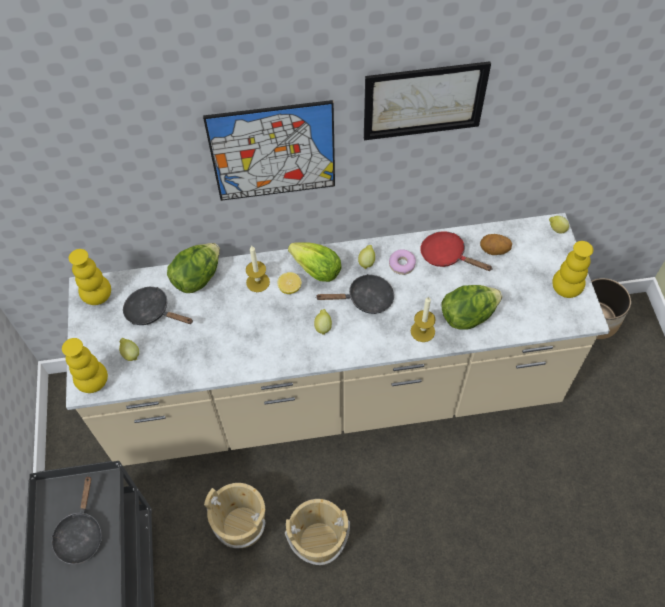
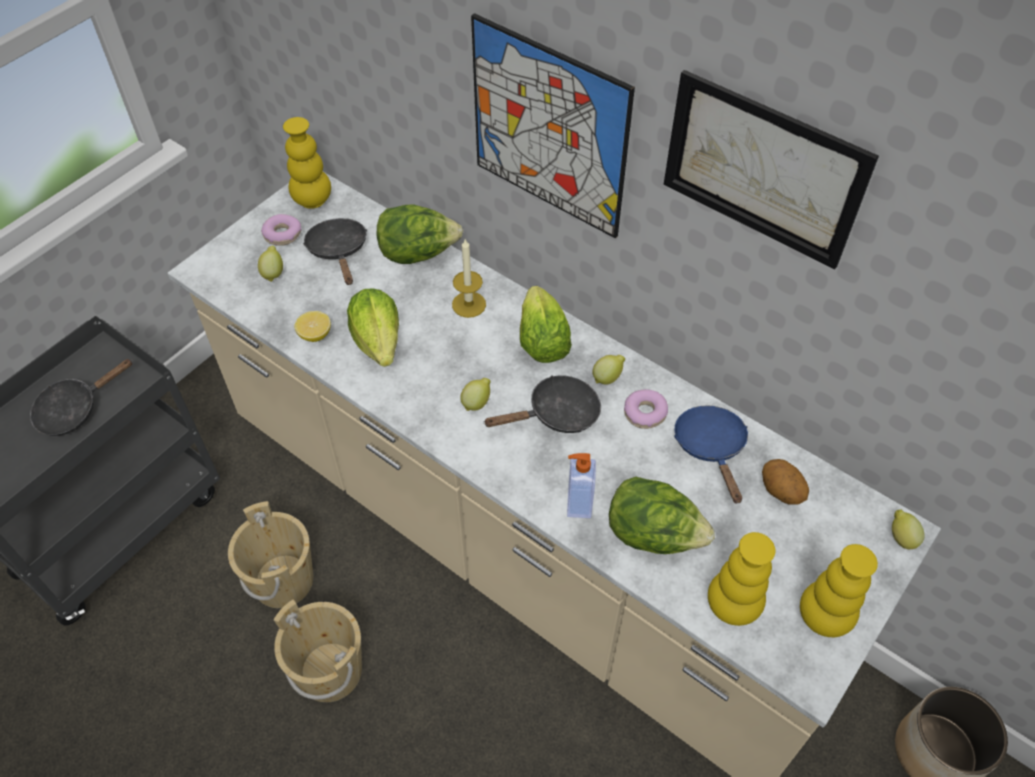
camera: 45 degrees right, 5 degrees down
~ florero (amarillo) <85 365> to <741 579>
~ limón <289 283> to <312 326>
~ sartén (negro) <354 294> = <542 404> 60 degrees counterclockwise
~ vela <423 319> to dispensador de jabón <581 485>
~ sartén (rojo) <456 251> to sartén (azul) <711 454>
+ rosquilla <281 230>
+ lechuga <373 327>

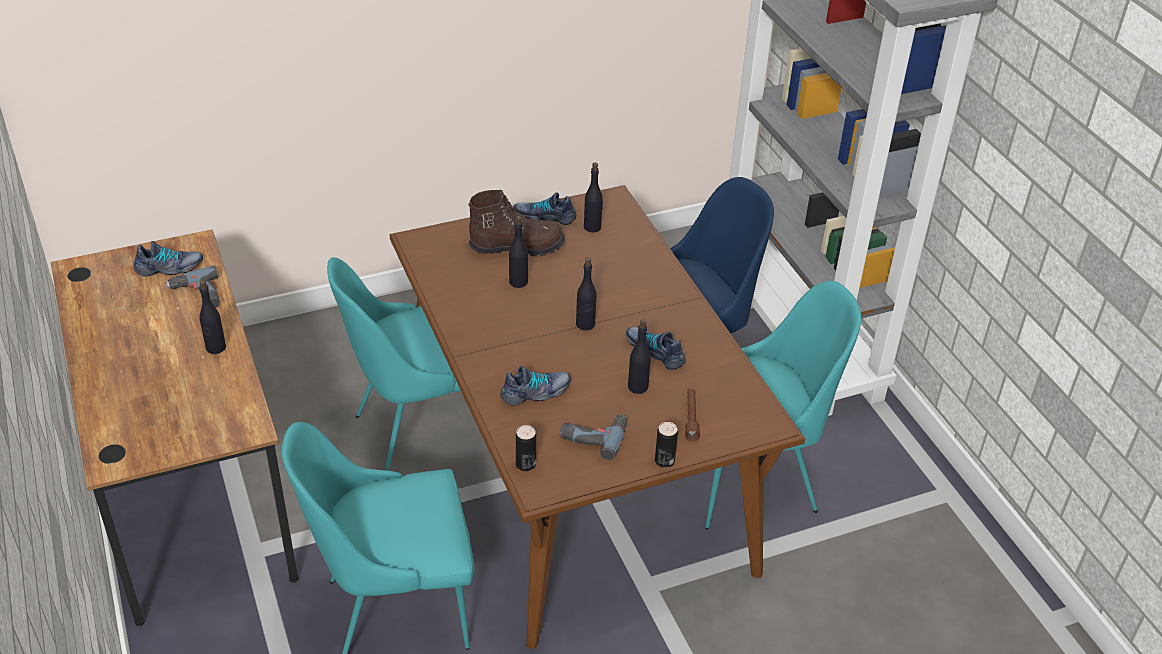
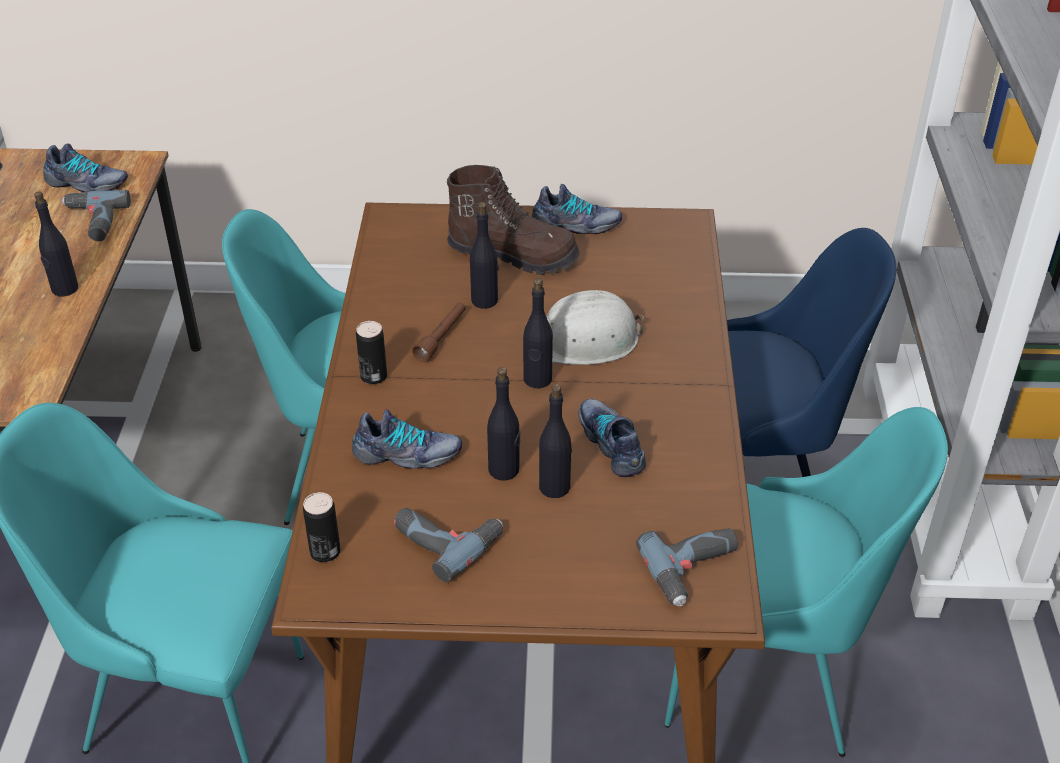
camera: 25 degrees right, 0 degrees up
~ zapato <544 209> = <577 209> 150 degrees clockwise
~ botella (negro) <593 197> to <503 424>
~ lata <666 445> to <371 352>
~ linterna (marrón) <692 415> to <439 332>
+ casco (blanco) <595 327>
+ taladro <687 567>

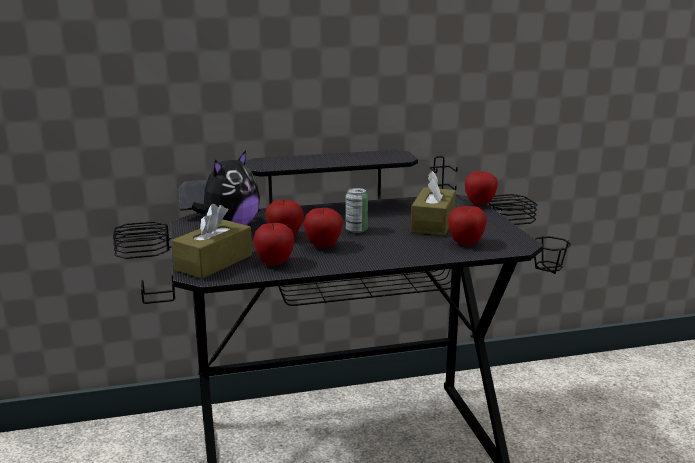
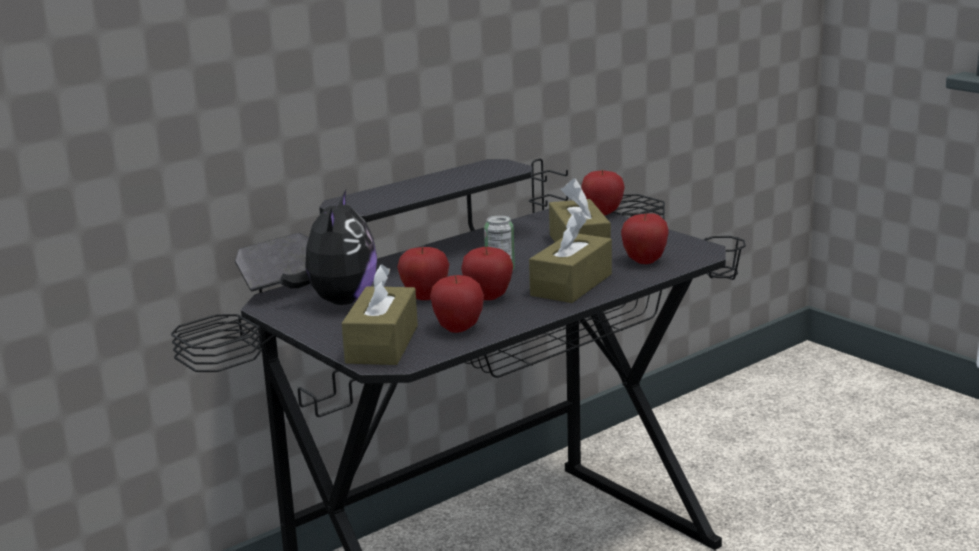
camera: 25 degrees left, 0 degrees up
+ caja de pañuelos (marrón) <570 257>

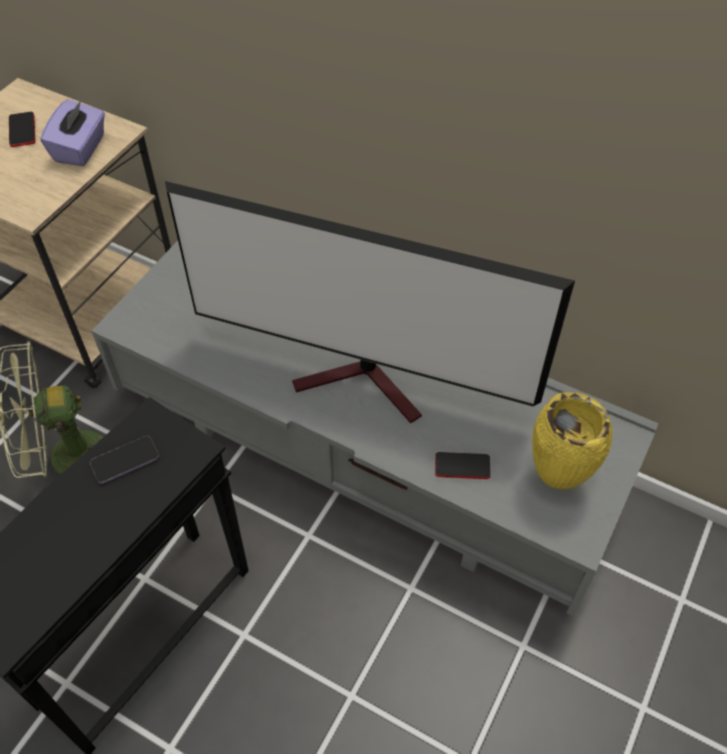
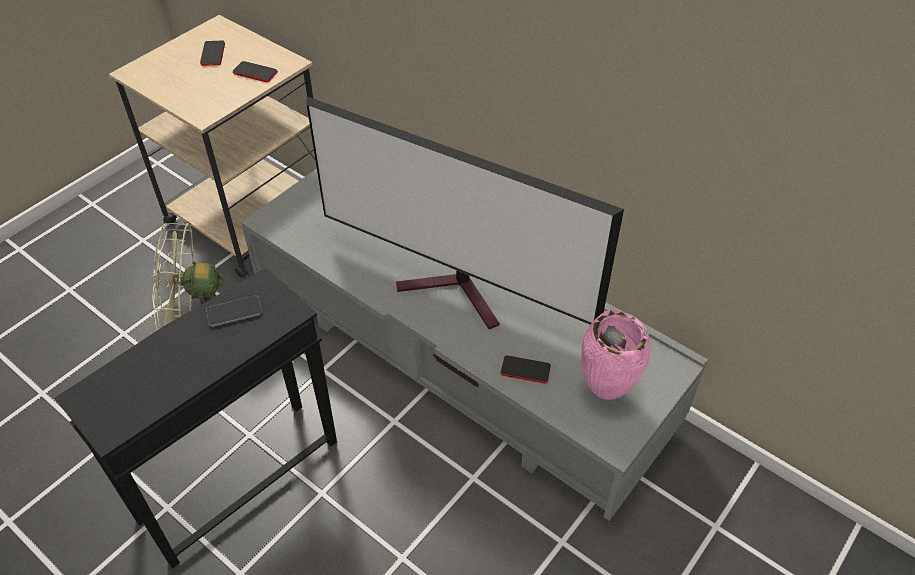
camera: 10 degrees right, 5 degrees down
~ caja de pañuelos (morado) <73 132> to móvil <255 71>
~ florero (amarillo) <572 440> to florero (rosa) <616 355>

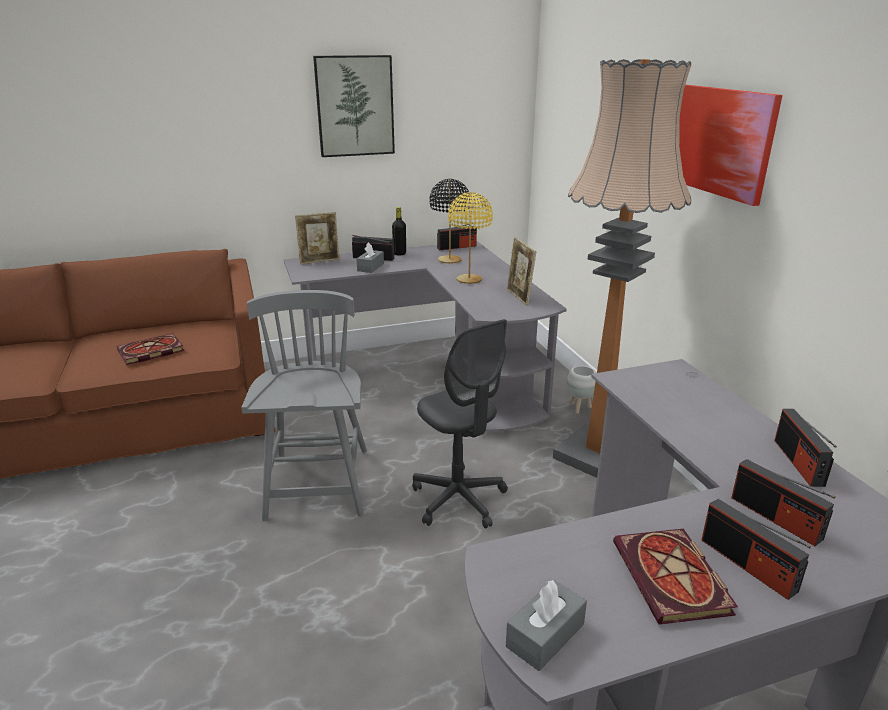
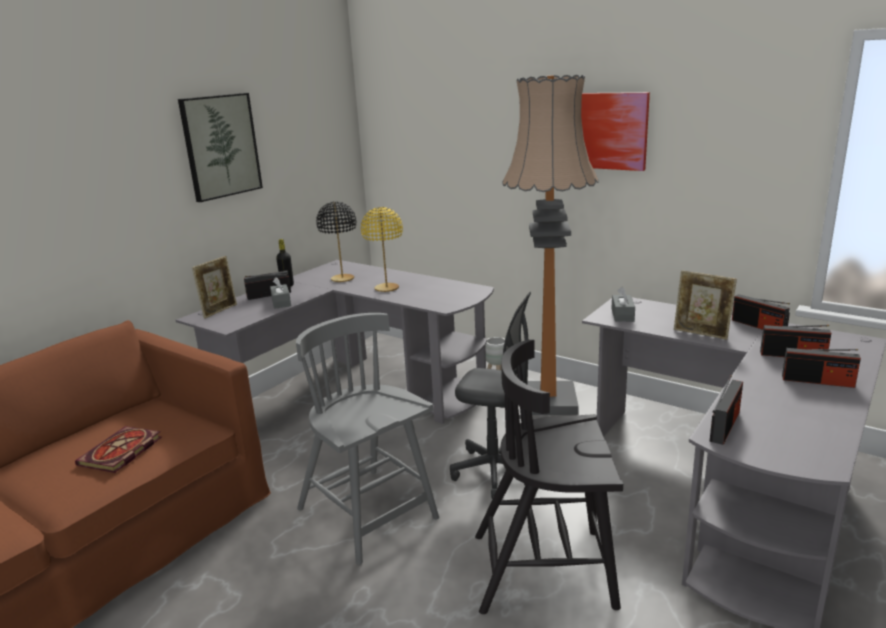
camera: 35 degrees left, 5 degrees down
~ radio <457 237> to <726 410>
~ caja de pañuelos (gris) <546 625> to <623 304>
~ portarretratos <521 271> to <705 305>
- libro <675 577>
+ silla (negro) <549 477>

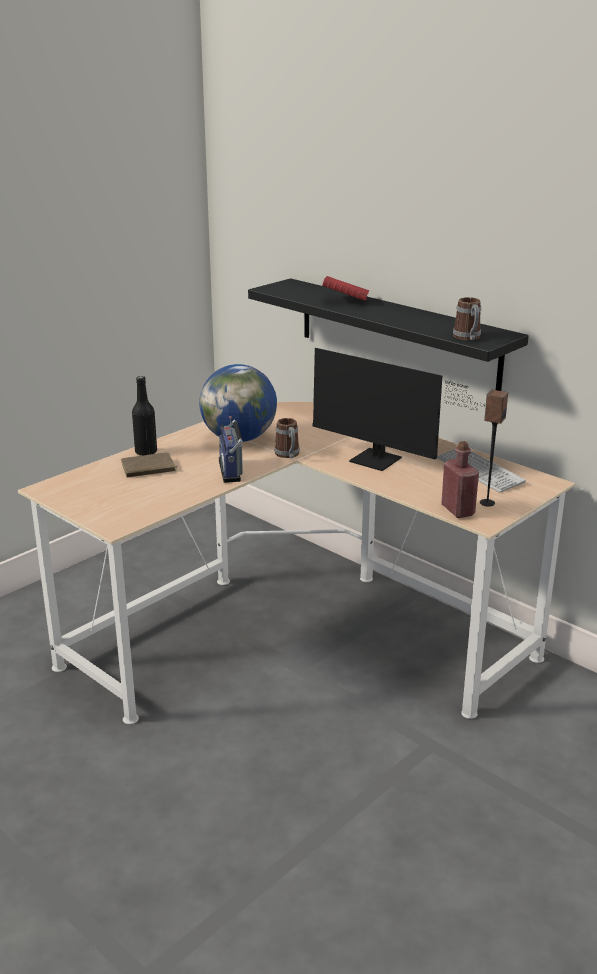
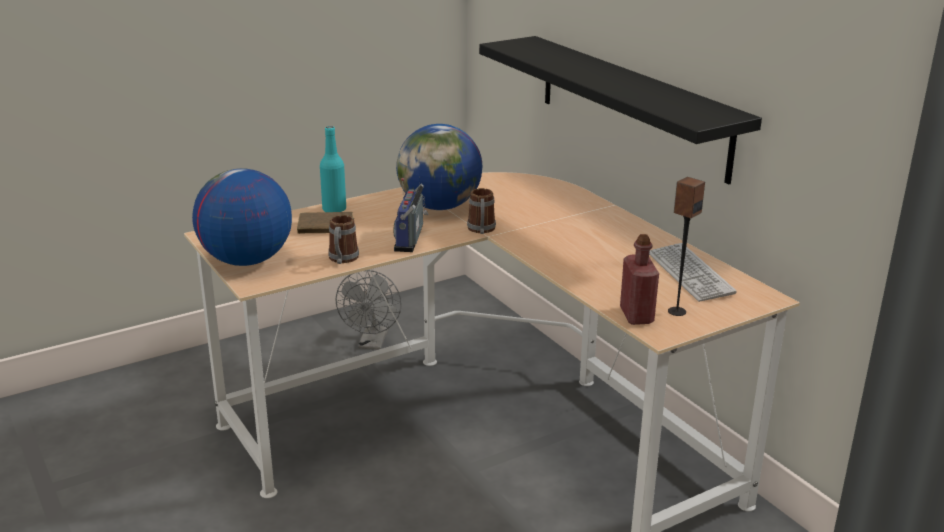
camera: 15 degrees right, 0 degrees up
~ botella (negro) <144 416> to botella (turquesa) <333 169>
- monitor <398 409>
- libro (rojo) <345 288>
~ taza grande <467 318> to <343 239>
+ globo terráqueo <242 217>
+ ventilador (gris) <368 310>

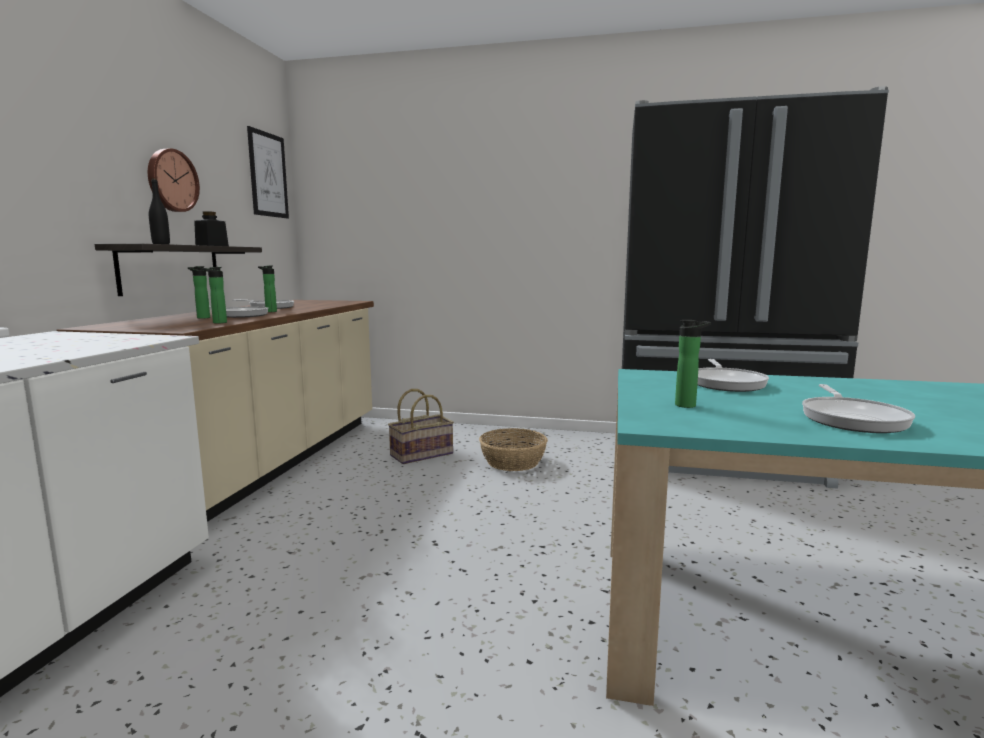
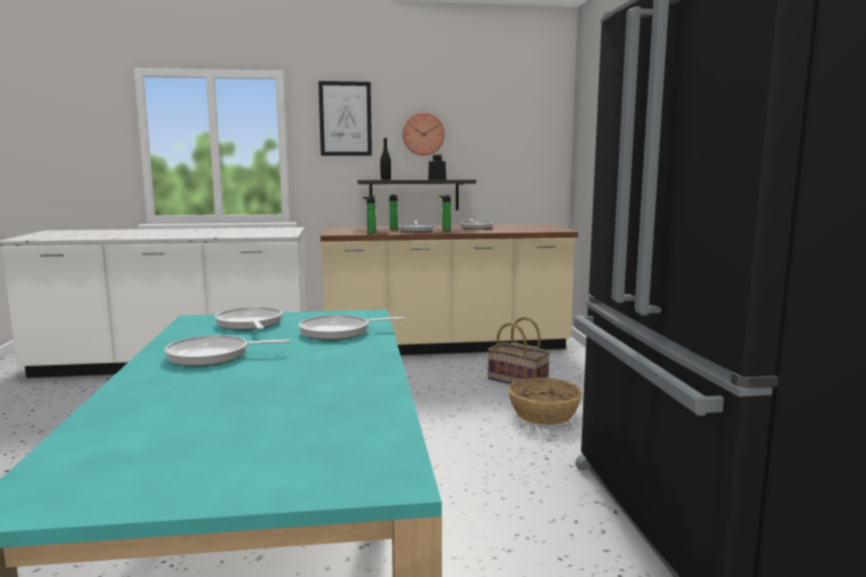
camera: 70 degrees right, 0 degrees up
~ cuadro <268 172> to <345 118>
~ botella <693 364> to sartén <248 318>

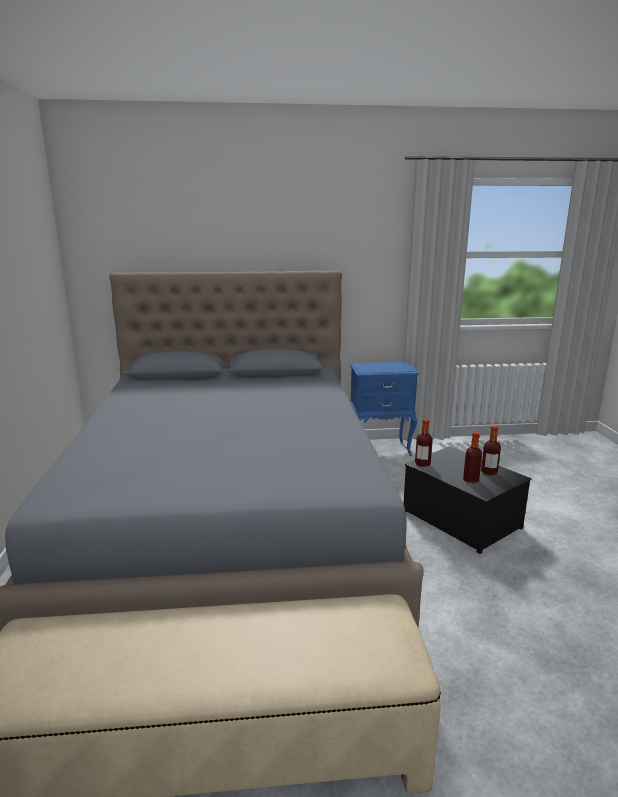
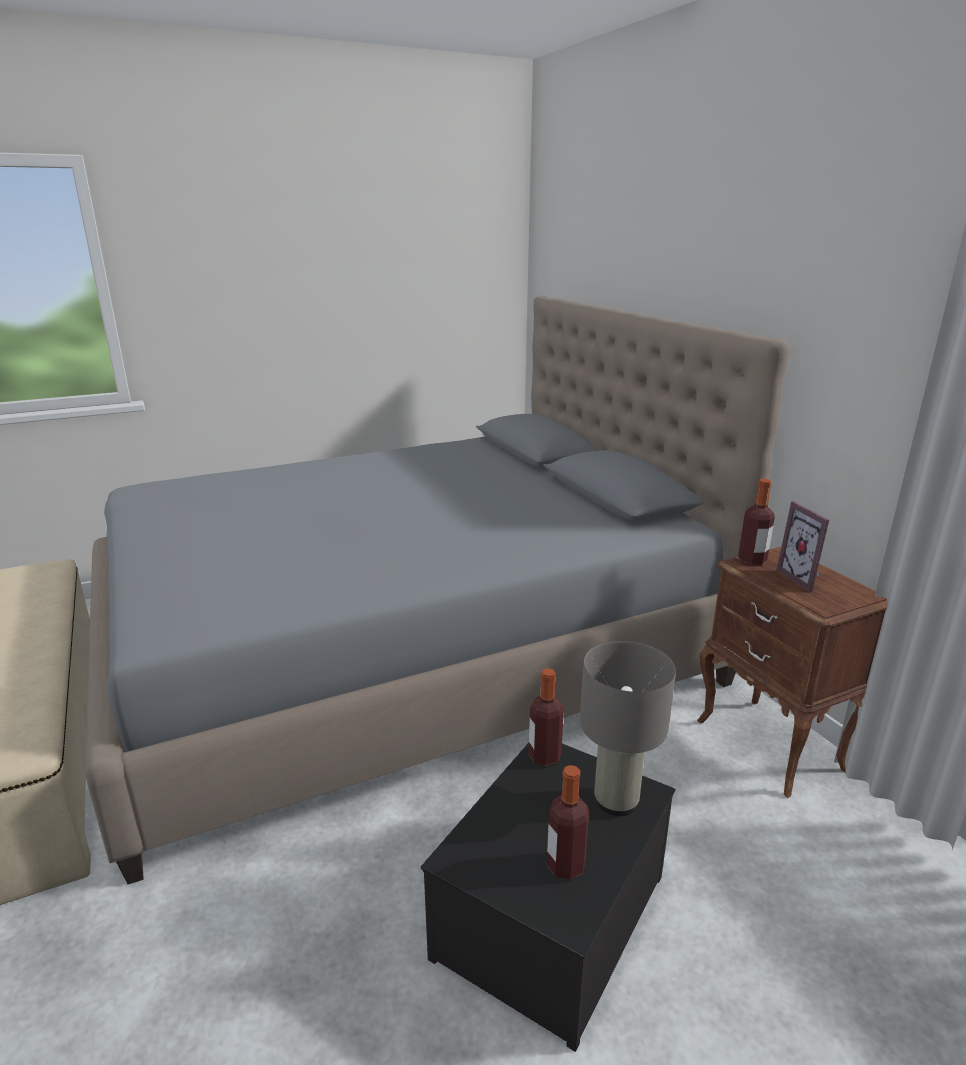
camera: 70 degrees right, 5 degrees up
~ mesita de noche (azul) <384 409> to mesita de noche (marrón) <792 673>
~ botella <472 457> to <756 522>
+ lámpara de mesa (gris) <628 728>
+ portarretratos <803 546>

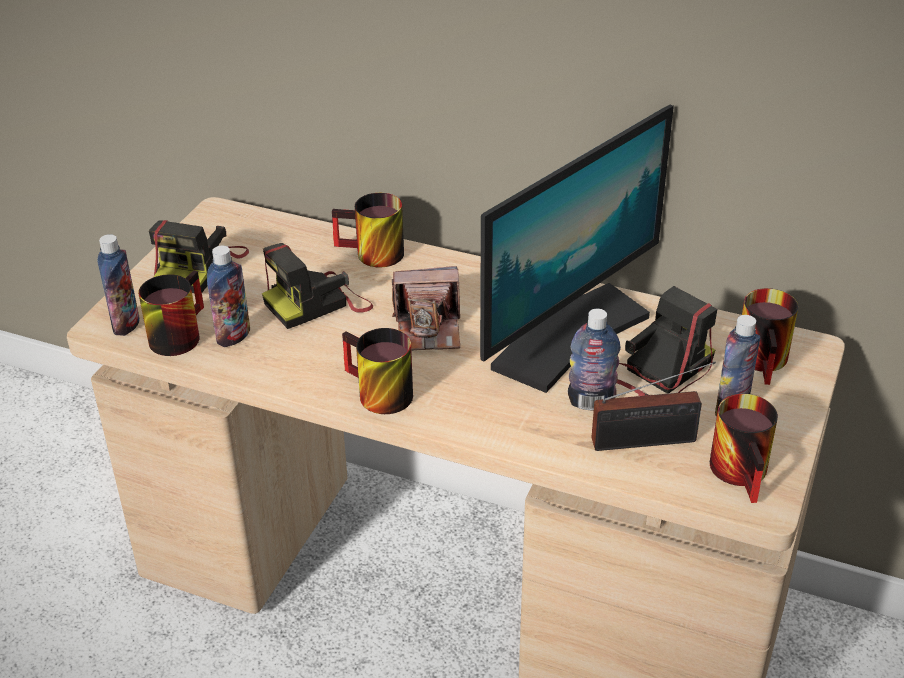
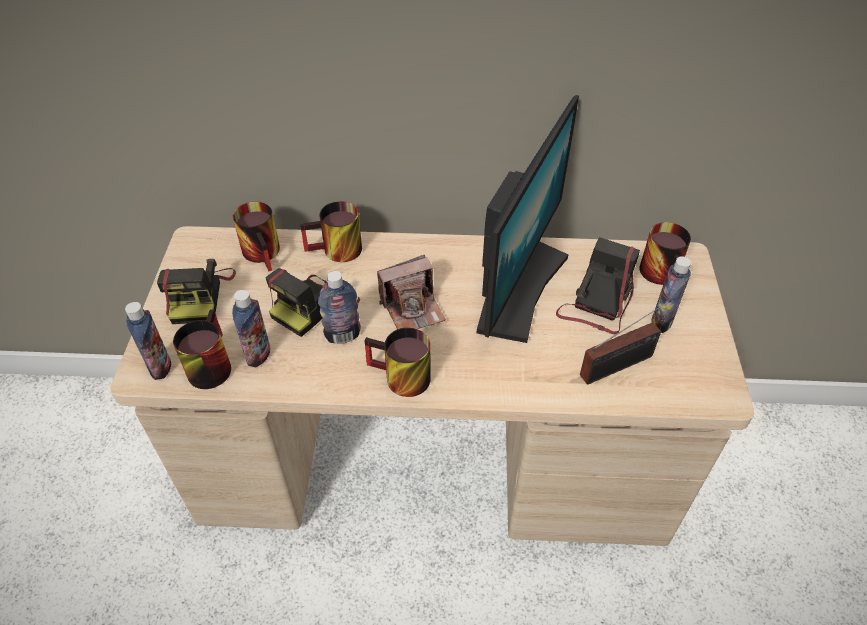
camera: 20 degrees left, 10 degrees up
~ botella <594 359> to <339 307>
~ taza grande <744 448> to <256 237>

